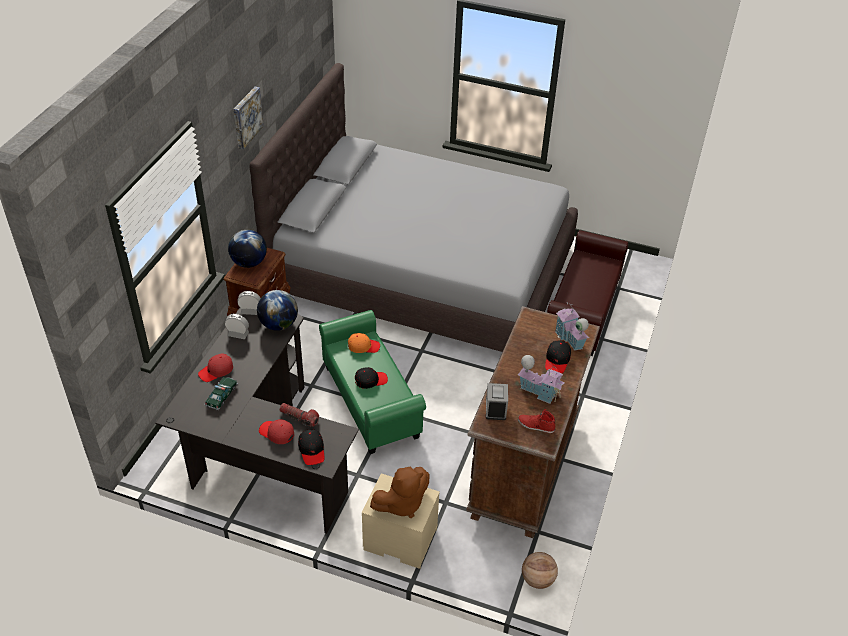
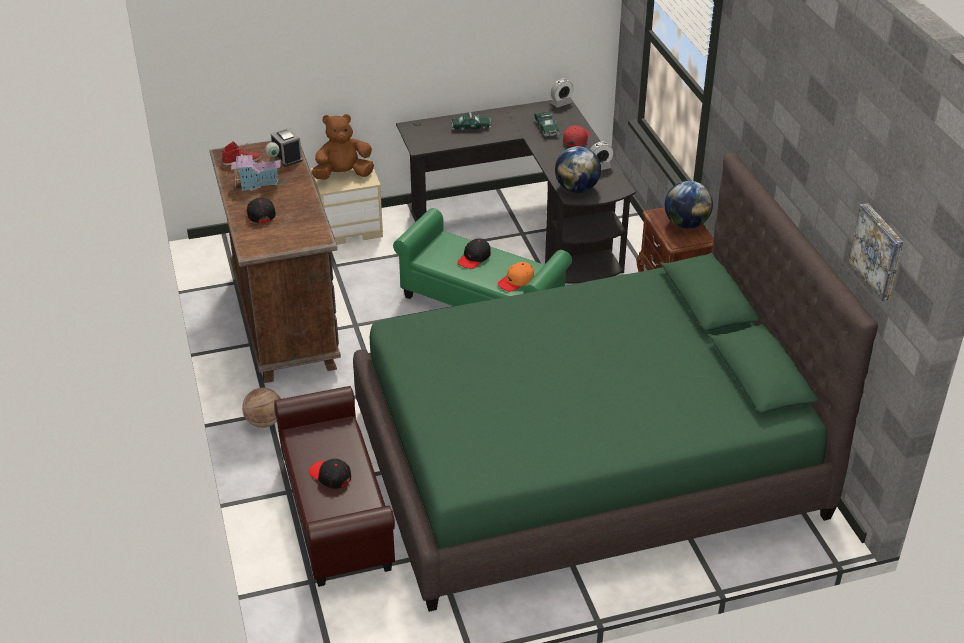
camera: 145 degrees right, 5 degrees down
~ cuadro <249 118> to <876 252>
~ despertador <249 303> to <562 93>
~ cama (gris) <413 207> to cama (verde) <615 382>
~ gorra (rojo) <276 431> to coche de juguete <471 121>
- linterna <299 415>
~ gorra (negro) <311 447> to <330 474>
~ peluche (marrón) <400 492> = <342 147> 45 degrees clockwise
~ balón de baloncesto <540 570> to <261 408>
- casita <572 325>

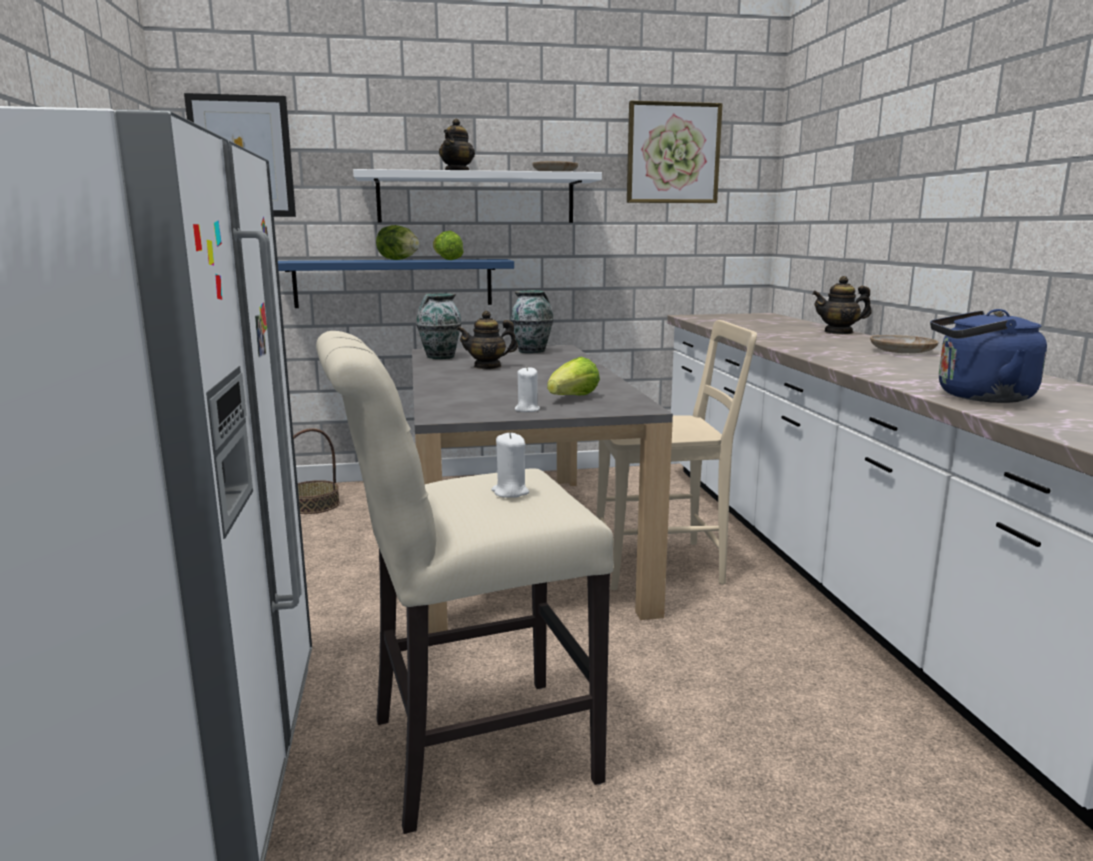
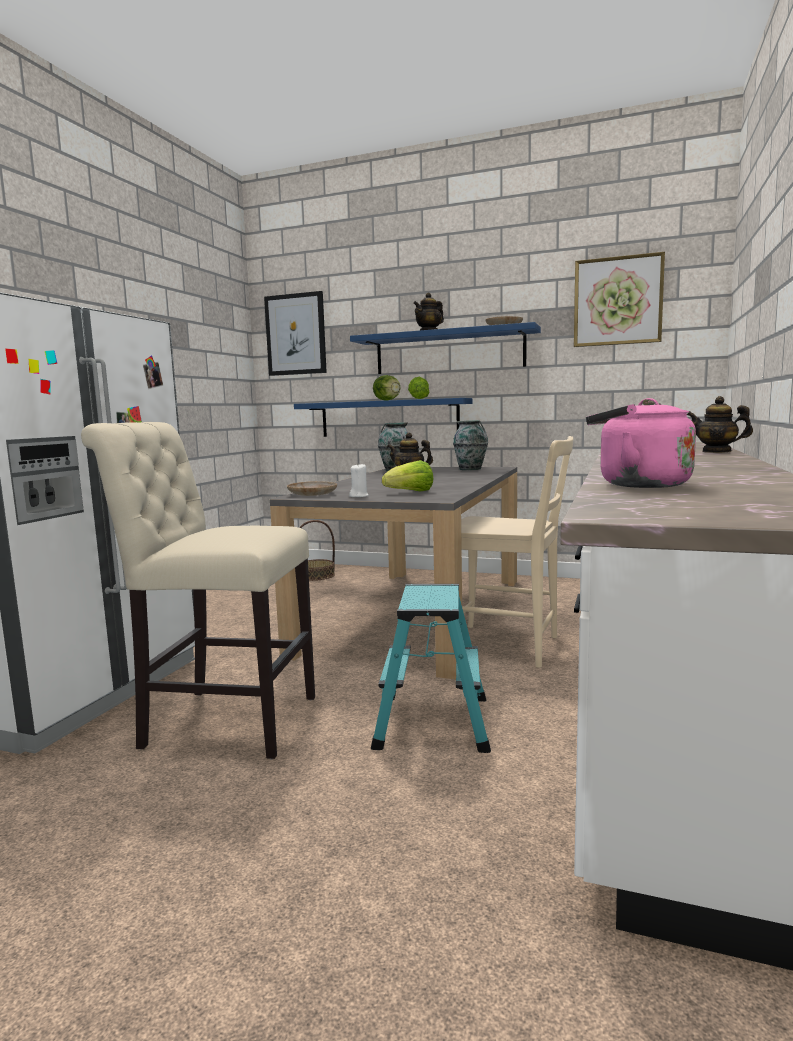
camera: 30 degrees right, 5 degrees down
~ estante (blanco) <477 196> to estante (azul) <445 348>
- vela (blanco) <510 465>
~ plato (beis) <904 344> to <312 488>
~ hervidor (azul) <988 356> to hervidor (rosa) <641 443>
+ escalera de tijera (turquesa) <431 668>

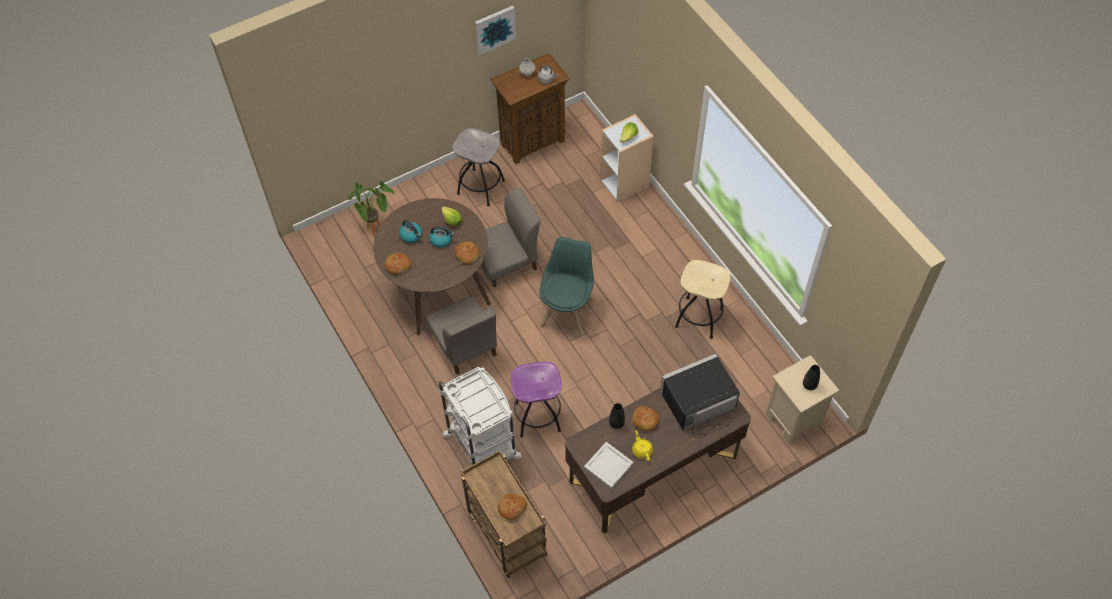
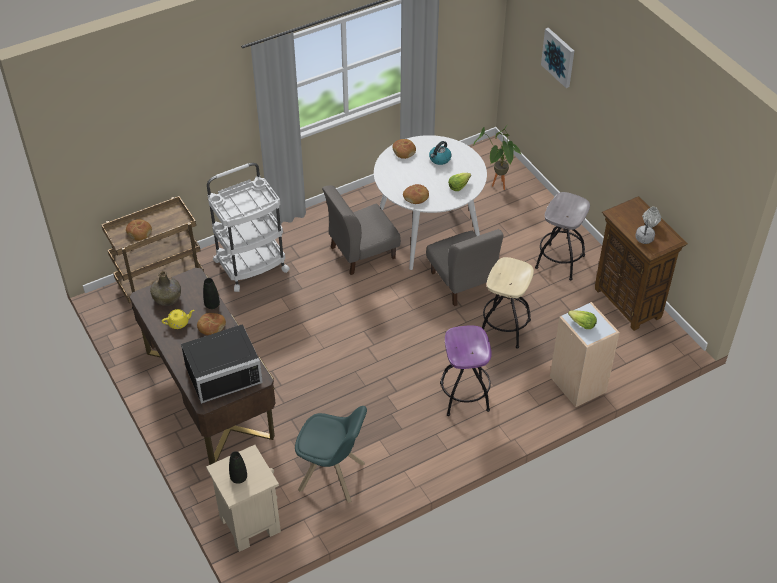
camera: 90 degrees right, 10 degrees down
~ mesa de comedor (marrón) <432 266> to mesa de comedor (blanco) <430 202>
- hervidor <442 237>
~ cuadro <495 30> to <557 58>
~ taburete (morado) <536 400> to <466 370>
~ silla (turquesa) <566 287> to <331 454>
~ bandeja (blanco) <609 465> to botella (verde) <165 288>
~ microondas (negro) <700 396> = <222 364> 90 degrees clockwise
~ taburete (beis) <703 299> to <508 303>

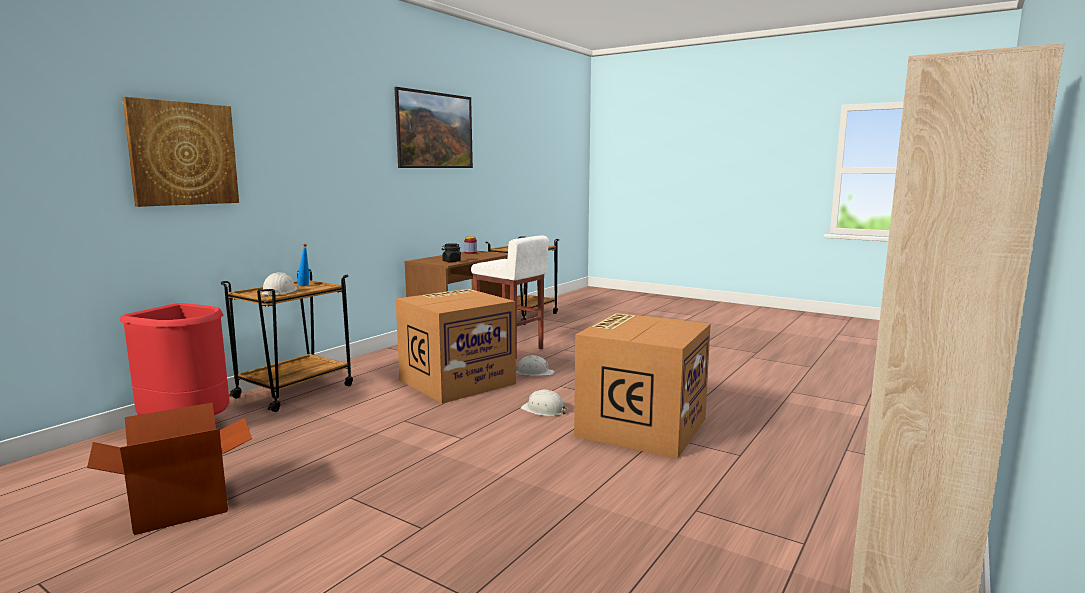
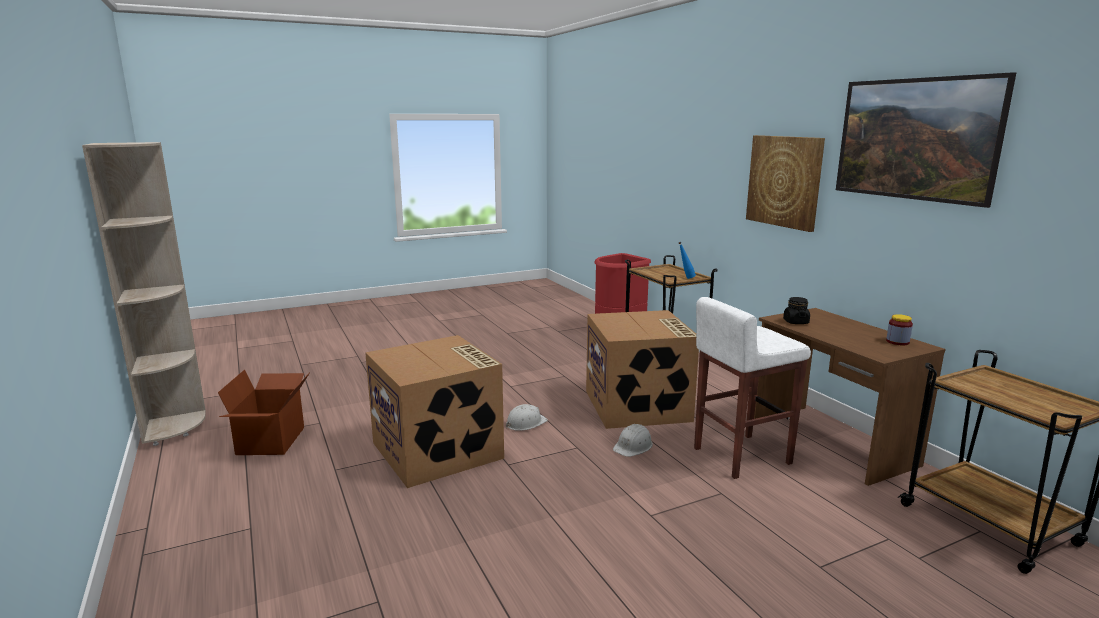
camera: 120 degrees right, 5 degrees up
~ caja de cartón <169 469> to <264 412>
~ cuadro <180 152> to <785 183>
- casco (blanco) <280 284>

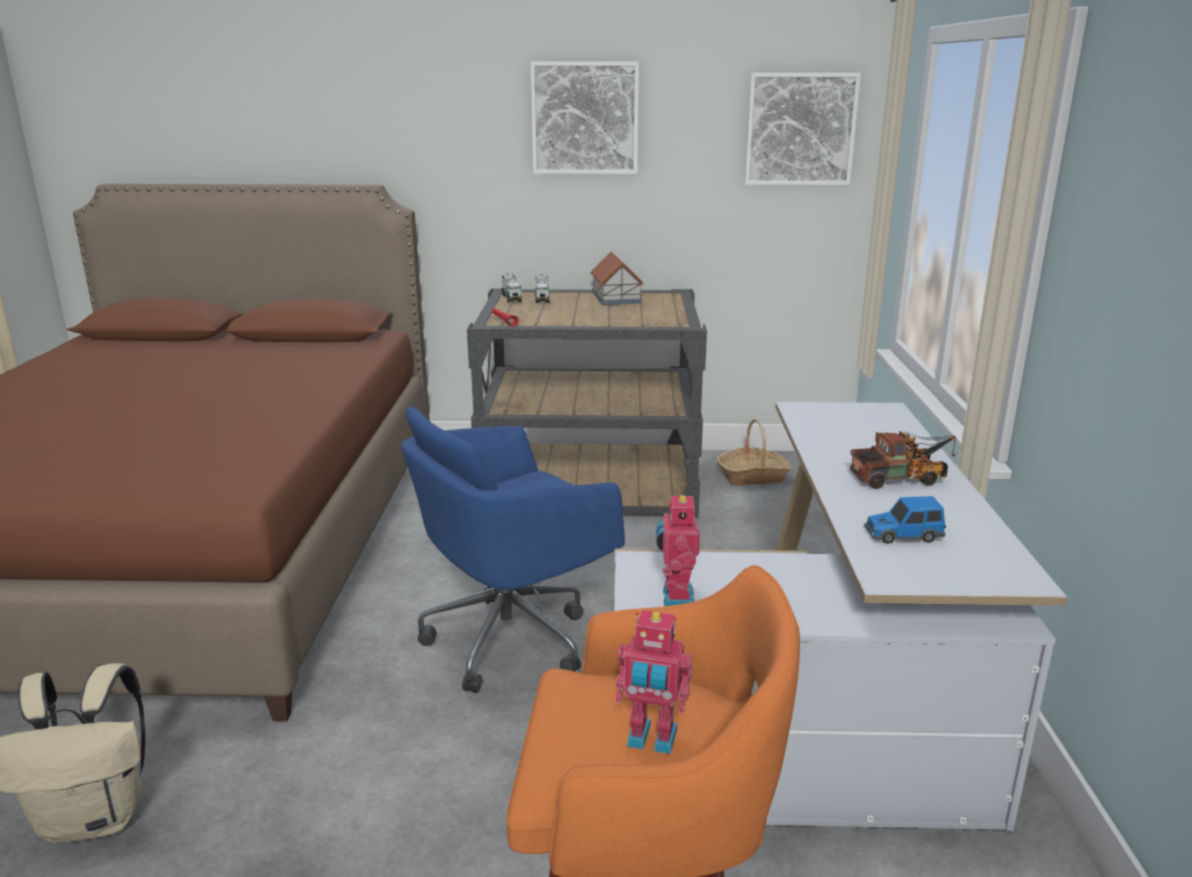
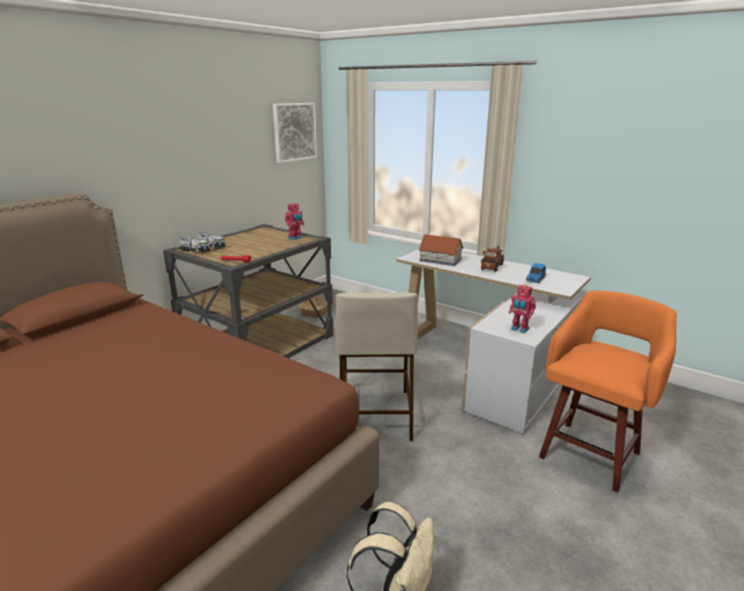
camera: 55 degrees left, 0 degrees up
~ silla de oficina (azul) <513 550> to taburete (beis) <376 366>
- cuadro <584 118>
~ casita <617 278> to <441 250>
~ robot de juguete <654 682> to <294 221>

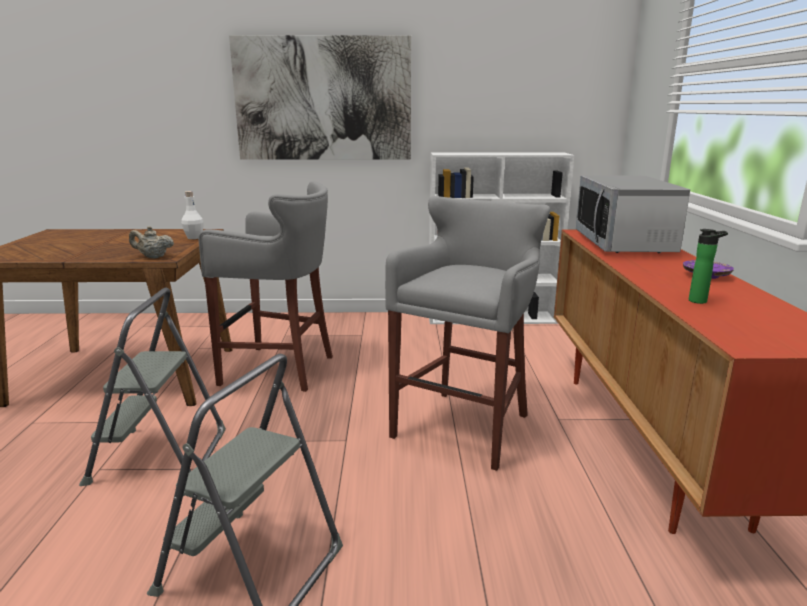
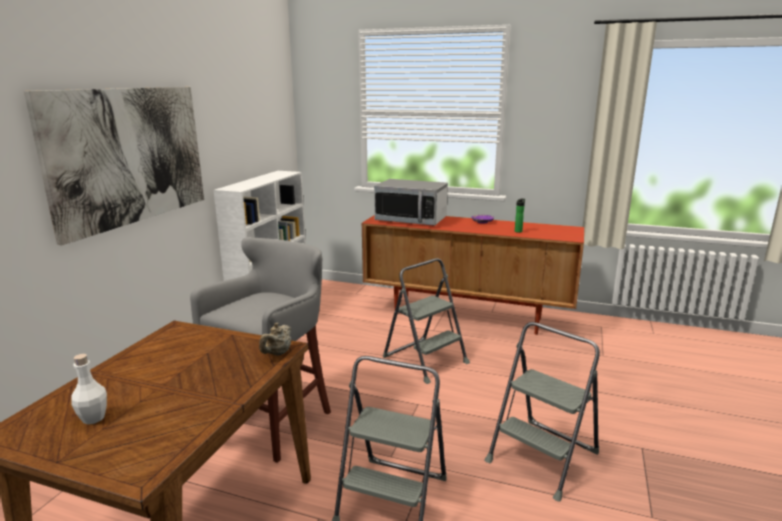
camera: 70 degrees left, 0 degrees up
~ botella (blanco) <192 215> to <89 389>
~ taburete (gris) <467 333> to escalera de tijera (gris) <426 321>

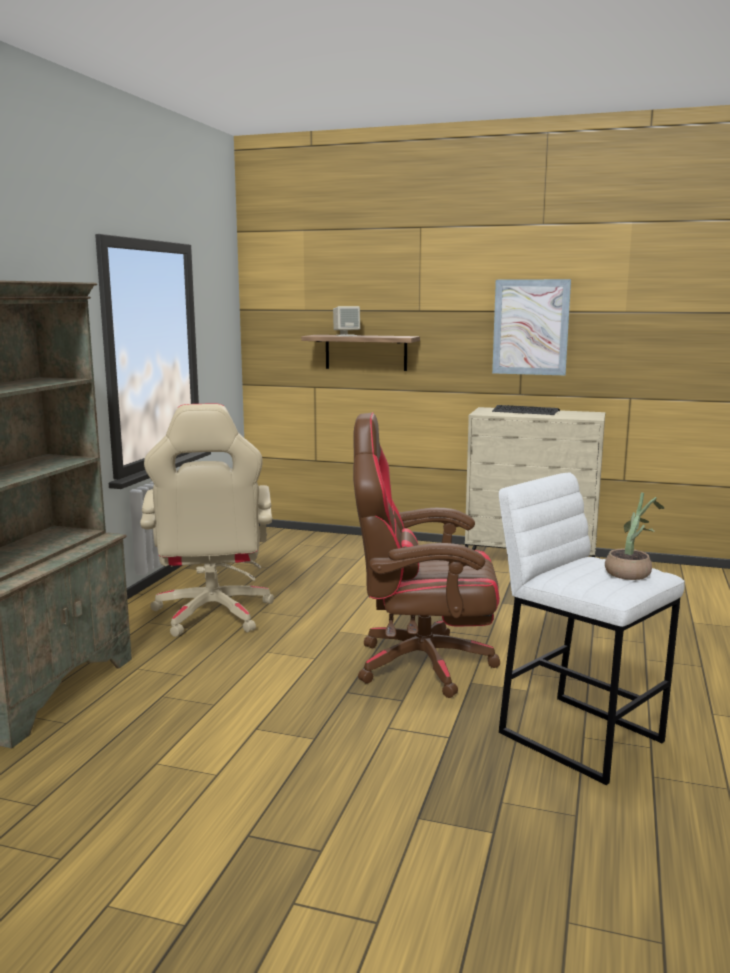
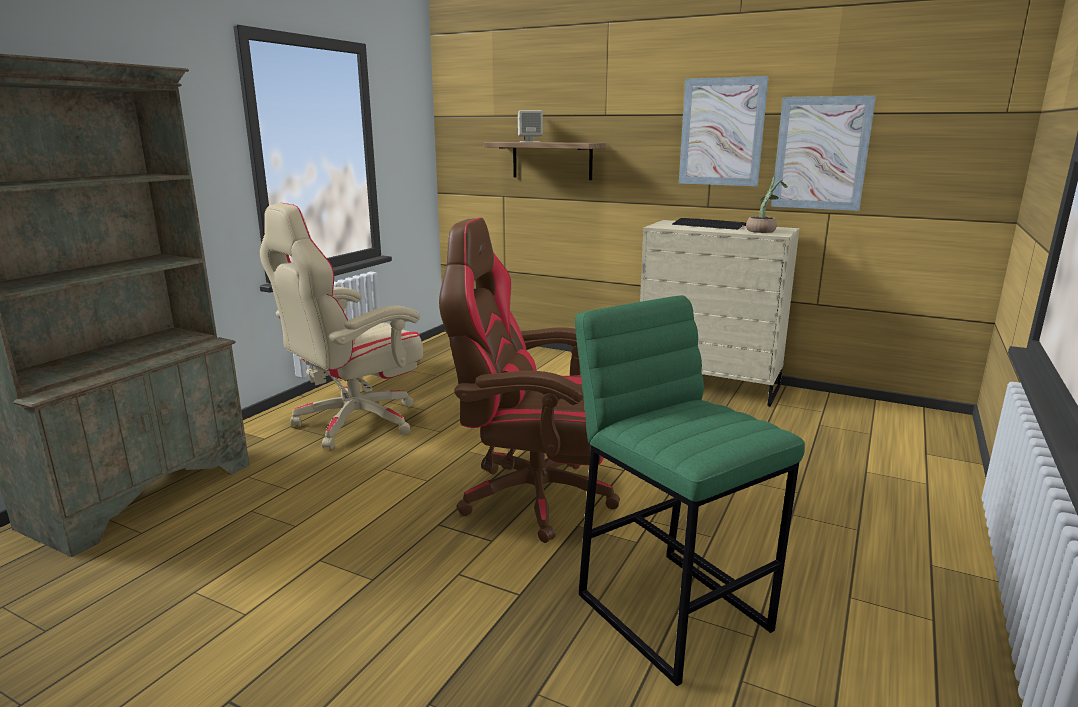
camera: 10 degrees right, 5 degrees up
~ silla de oficina (beis) <207 520> = <341 326> 45 degrees clockwise
~ taburete (blanco) <592 628> to taburete (verde) <690 490>
~ planta en maceta <634 536> to <767 205>
+ cuadro <823 153>

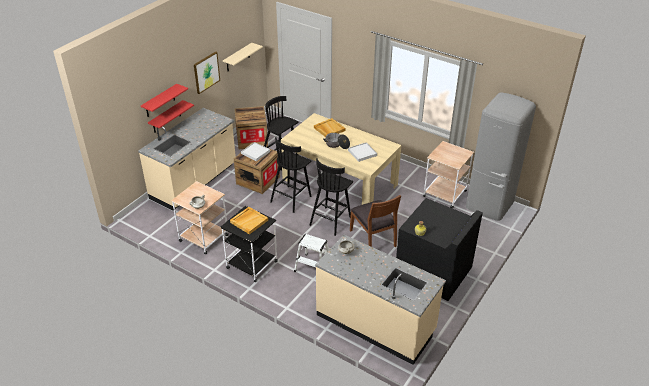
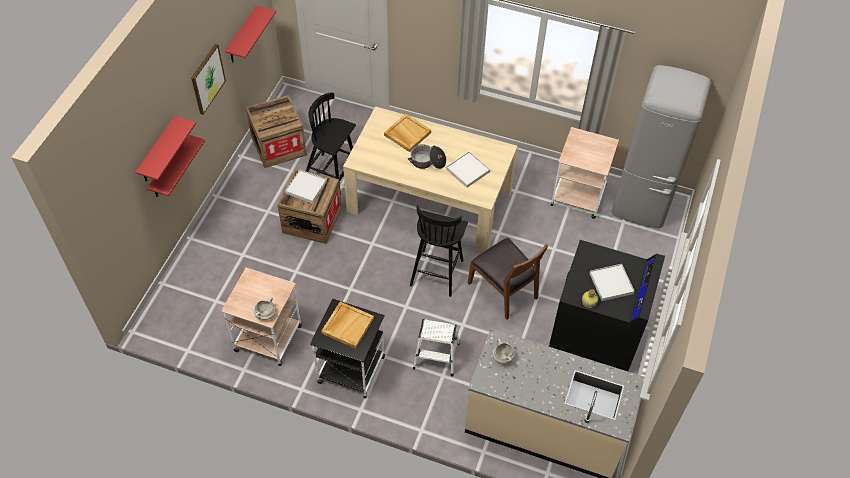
camera: 15 degrees left, 15 degrees up
- mueble bajo de cocina (beis) <187 159>
~ estante (beis) <243 57> to estante (rojo) <250 33>
- taburete (negro) <291 175>
+ bandeja (blanco) <612 282>

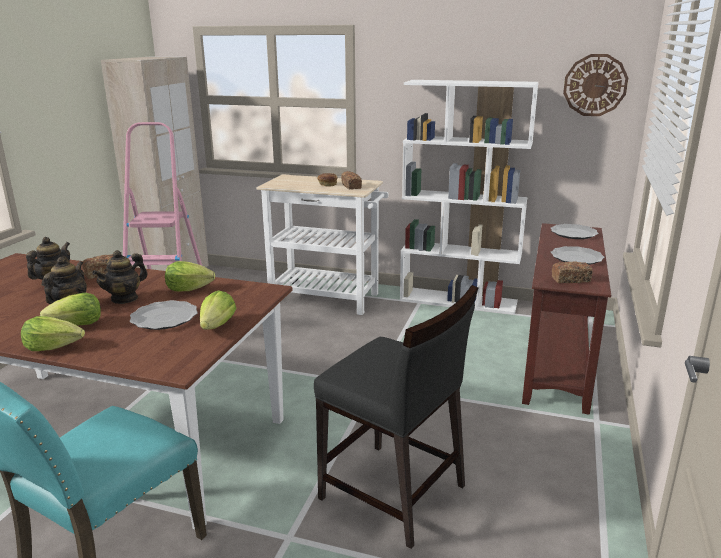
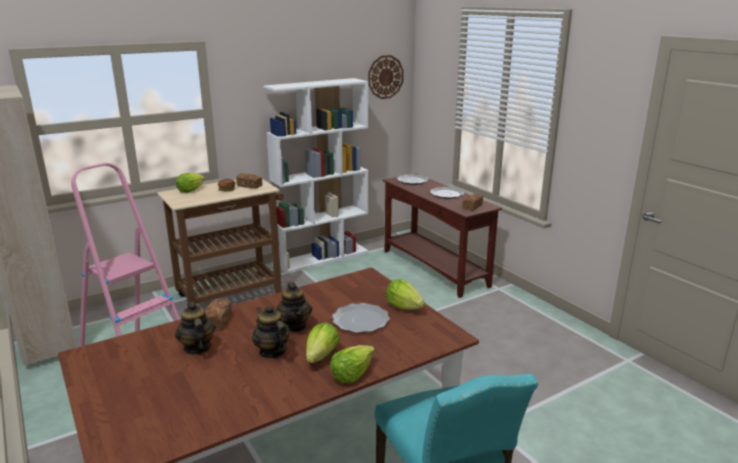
camera: 50 degrees left, 0 degrees up
~ lechuga <190 276> to <190 183>
~ carrito (blanco) <322 244> to carrito (marrón) <220 241>
- silla (negro) <396 417>

